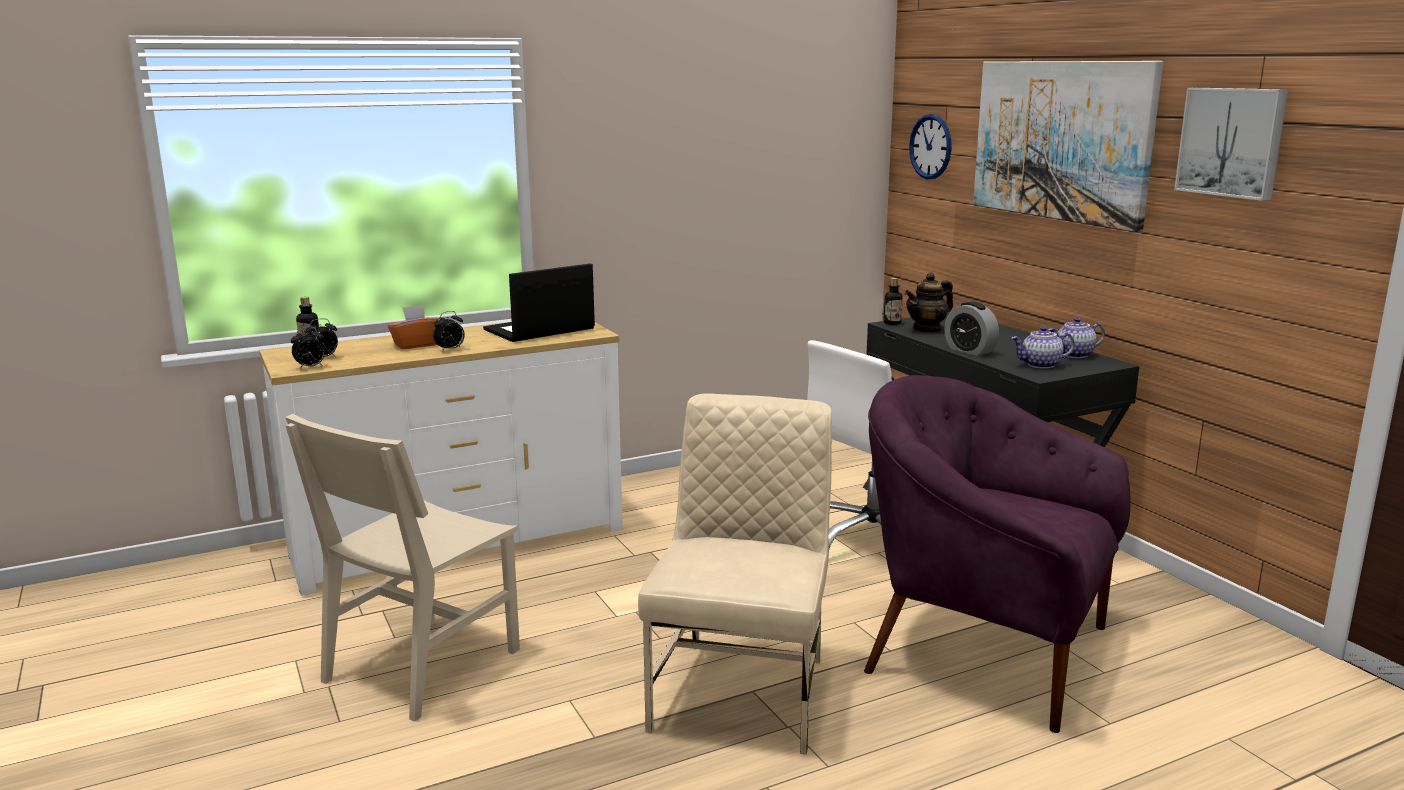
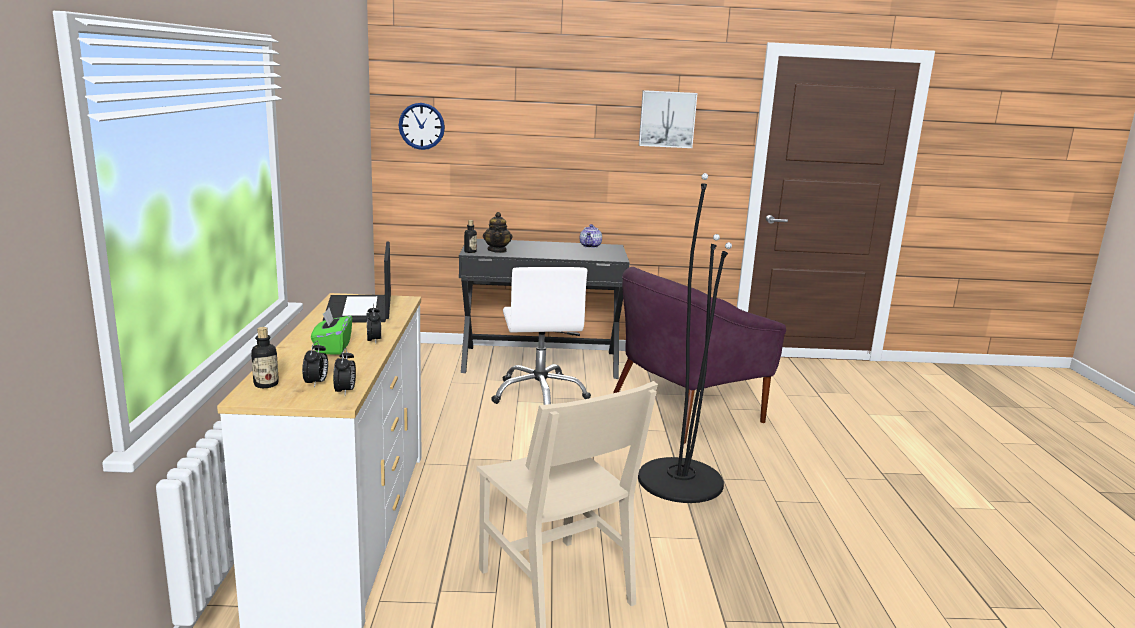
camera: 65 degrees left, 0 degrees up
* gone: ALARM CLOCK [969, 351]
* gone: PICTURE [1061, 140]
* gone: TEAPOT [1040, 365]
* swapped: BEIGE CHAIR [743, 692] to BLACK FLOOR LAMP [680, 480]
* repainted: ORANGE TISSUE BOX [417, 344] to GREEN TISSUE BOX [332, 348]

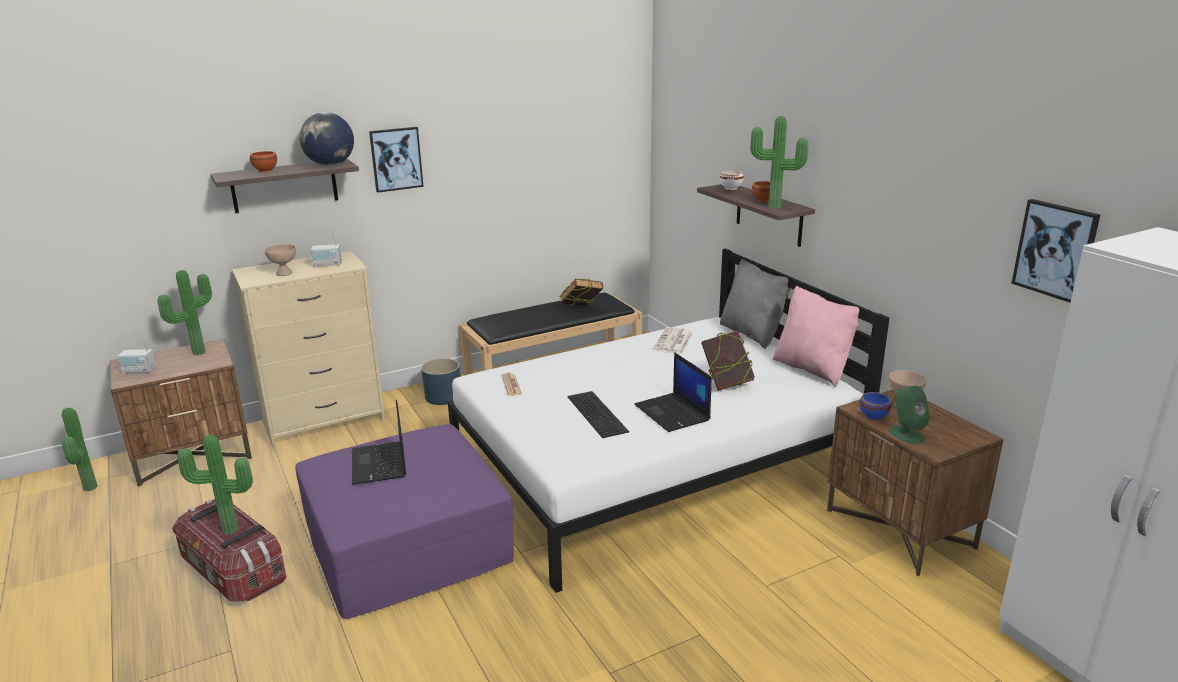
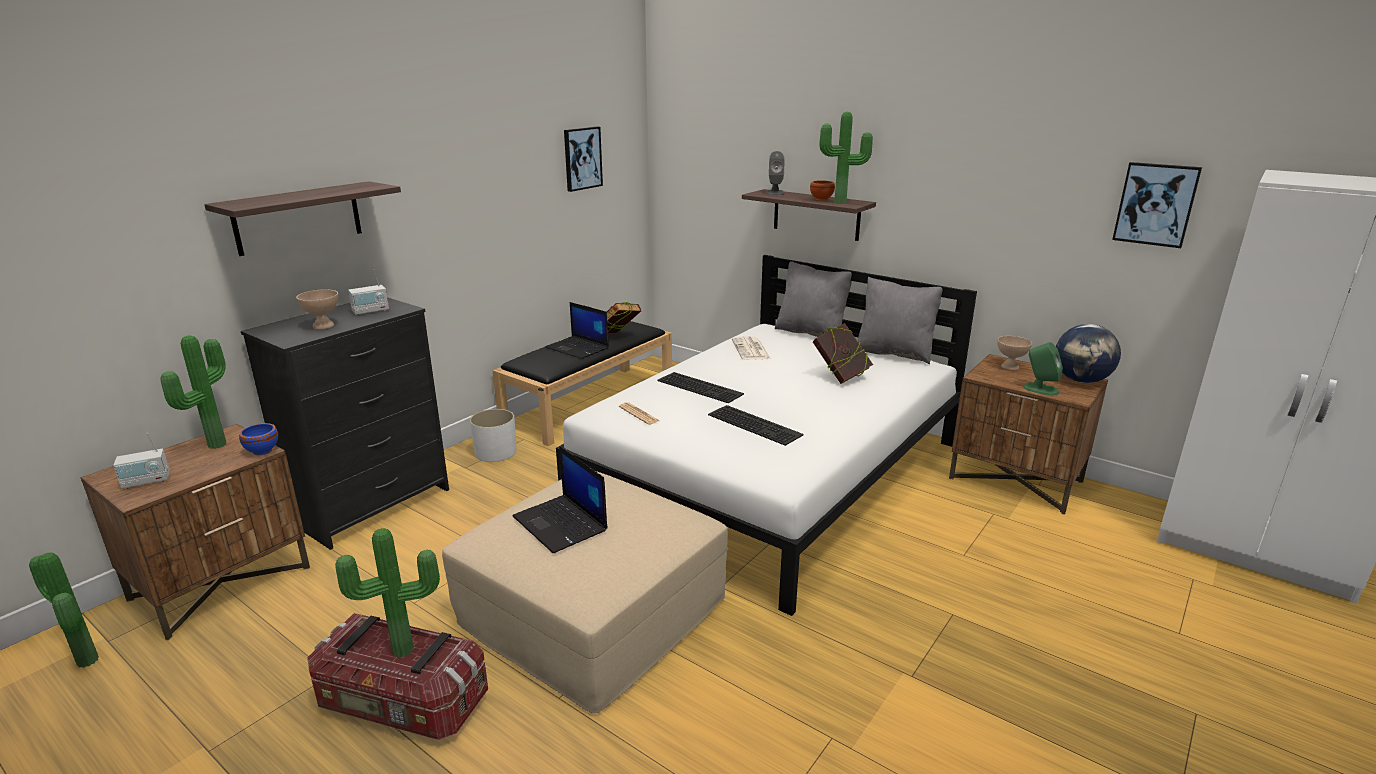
camera: 25 degrees left, 0 degrees up
* gone: BROWN BOWL [266, 171]
* new: KEYBOARD [701, 387]
* shifted: GLOBE [330, 165] to [1081, 380]
* shifted: PICTURE [396, 159] to [582, 158]
* shifted: LAPTOP [673, 413] to [578, 348]
* shifted: BLUE BOWL [874, 416] to [263, 450]
* swapped: WHITE BOWL [731, 188] to GREY SPEAKER [775, 193]
* repainted: BEIGE DRESSER [324, 421] to BLACK DRESSER [372, 506]
* repainted: PURPLE OTTOMAN [408, 543] to BEIGE OTTOMAN [593, 610]
* repainted: BLUE PLANTER [443, 396] to WHITE PLANTER [496, 452]
* repainted: PINK PILLOW [813, 369] to GREY PILLOW [894, 353]

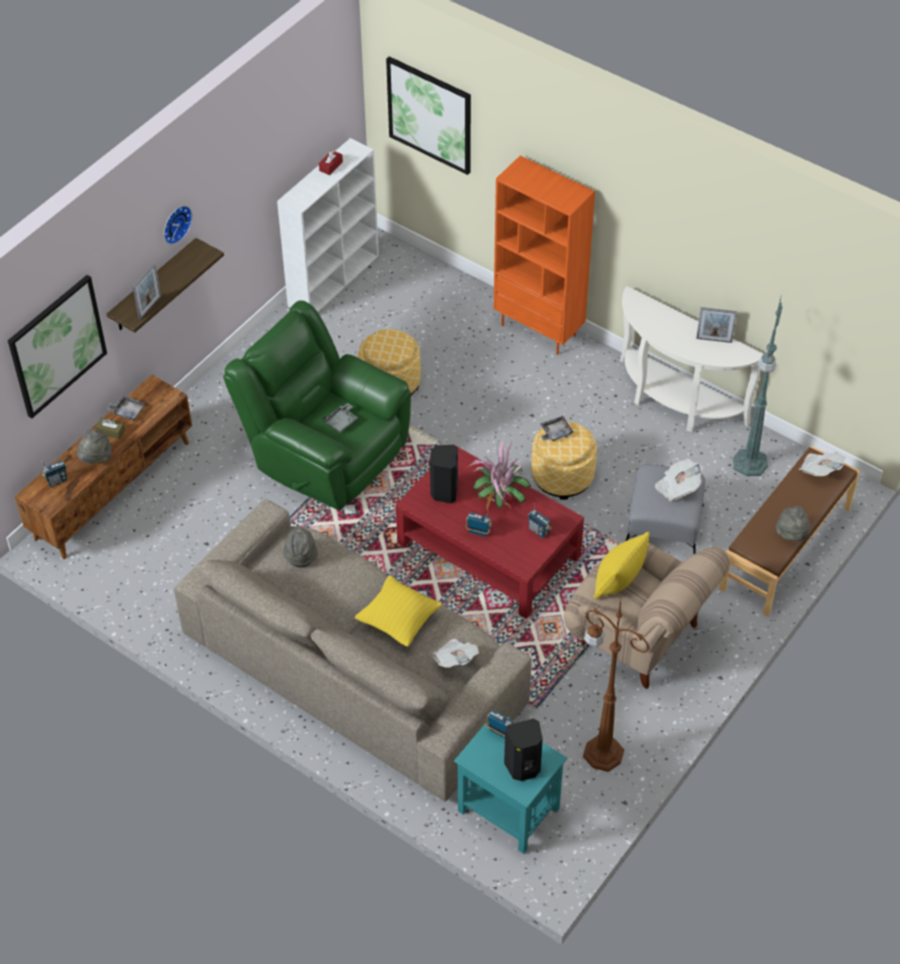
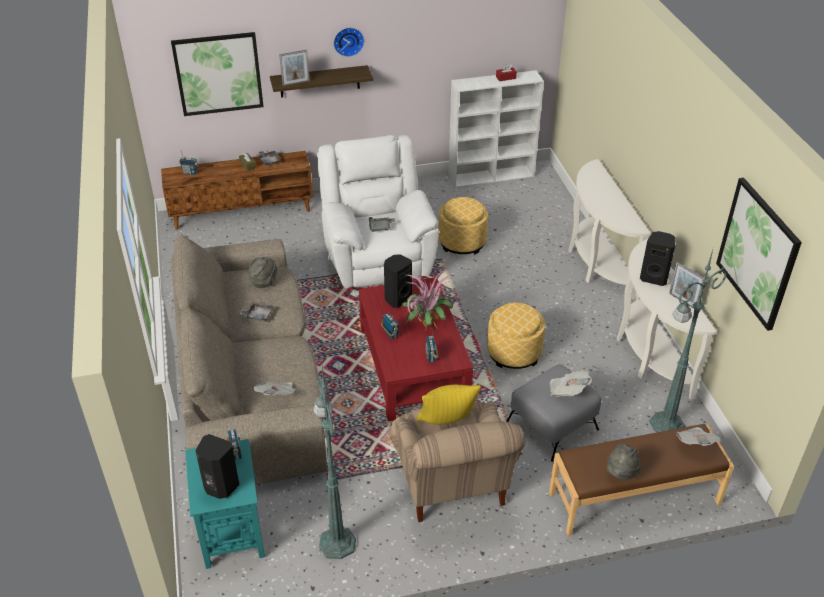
camera: 40 degrees right, 10 degrees down
* gone: GREY HAT [96, 459]
* gone: YELLOW PILLOW [398, 621]
* new: BLACK SPEAKER [654, 277]
* shifted: PICTURE [430, 114] to [758, 253]
* shifted: GREY TRAY [555, 433] to [258, 315]
* swapped: ORANGE BOOKCASE [539, 330] to WHITE CONSOLE TABLE [595, 263]
* repainted: GREEN ARMCHAIR [324, 453] to WHITE ARMCHAIR [377, 257]
* repainted: BROWN FLOOR LAMP [601, 752] to GREEN FLOOR LAMP [337, 541]

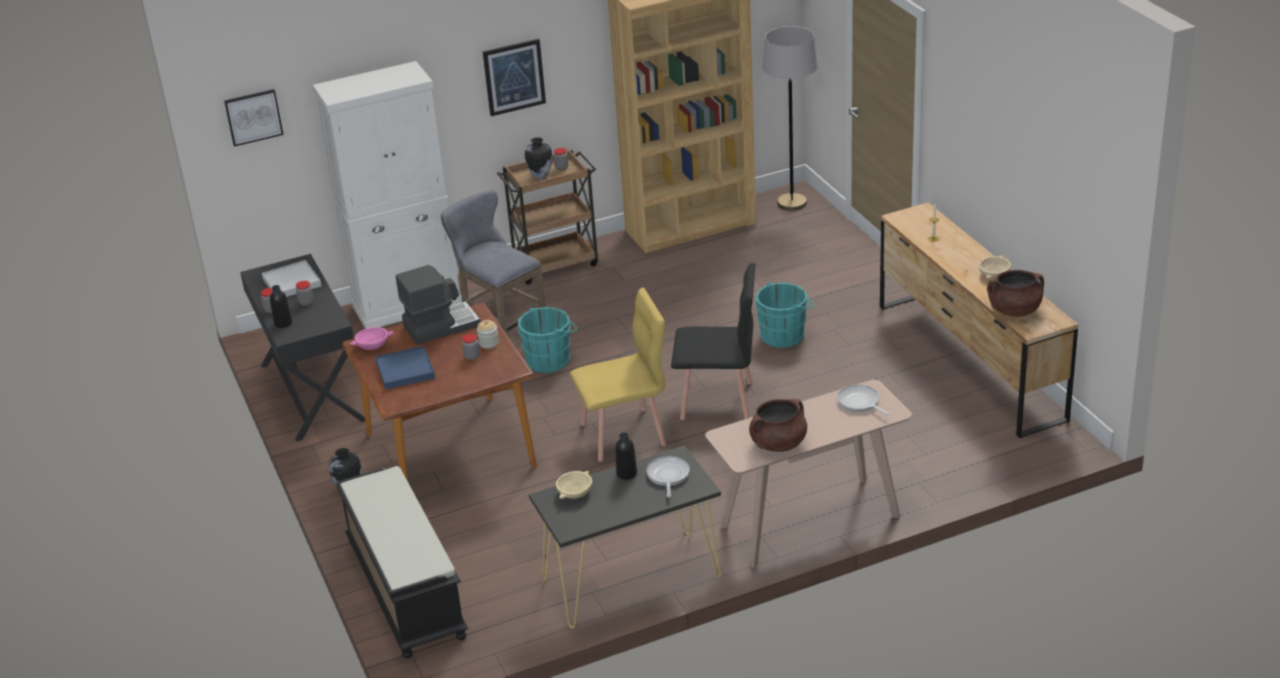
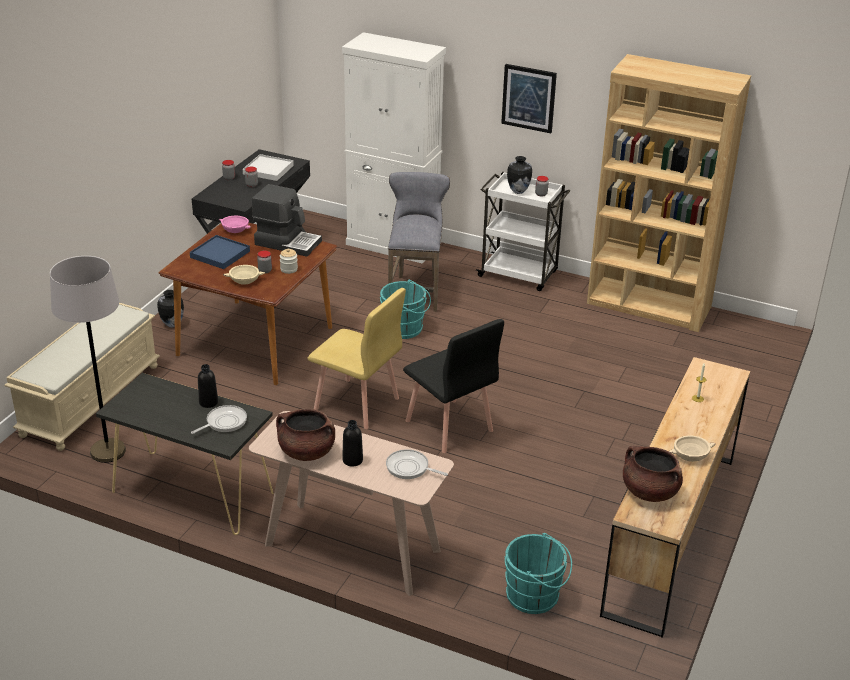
camera: 45 degrees right, 0 degrees up
* gone: PICTURE [253, 117]
* shifted: BLACK BOTTLE [283, 323] to [352, 460]
* shifted: BEIGE BOWL [574, 492] to [244, 280]
* shifted: TURQUOISE BUCKET [785, 335] to [535, 597]
* shifted: GREY FLOOR LAMP [792, 203] to [108, 451]
* repainted: BLACK BENCH [404, 589] to BEIGE BENCH [90, 399]
* repainted: BROWN CART [556, 263] to WHITE CART [519, 274]
* rotated: FRYING PAN [860, 403] = [410, 468] 75 degrees counterclockwise

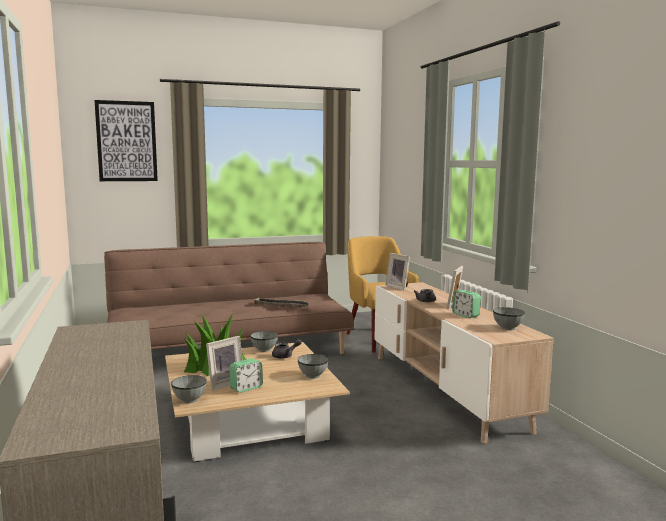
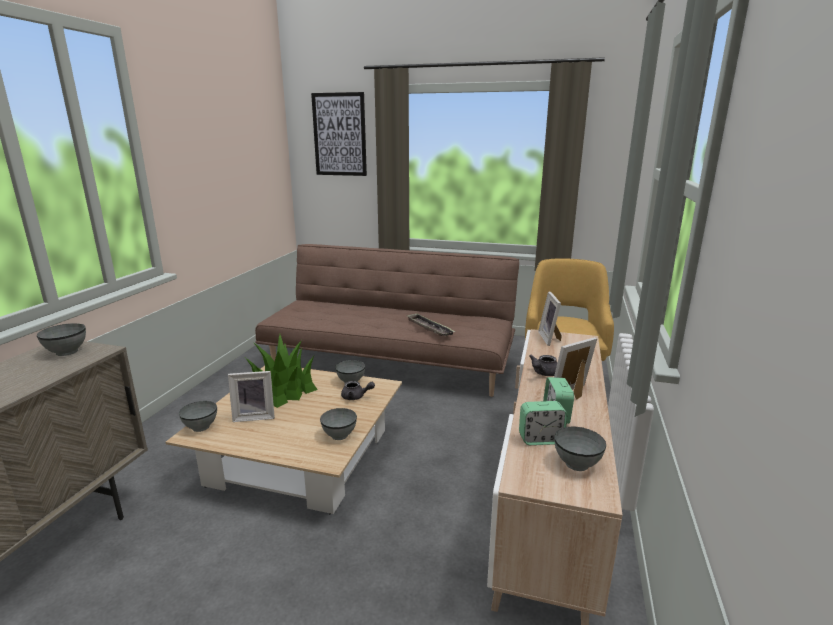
camera: 35 degrees right, 10 degrees up
* new: GREY BOWL [66, 352]
* shifted: ALARM CLOCK [246, 388] to [540, 439]

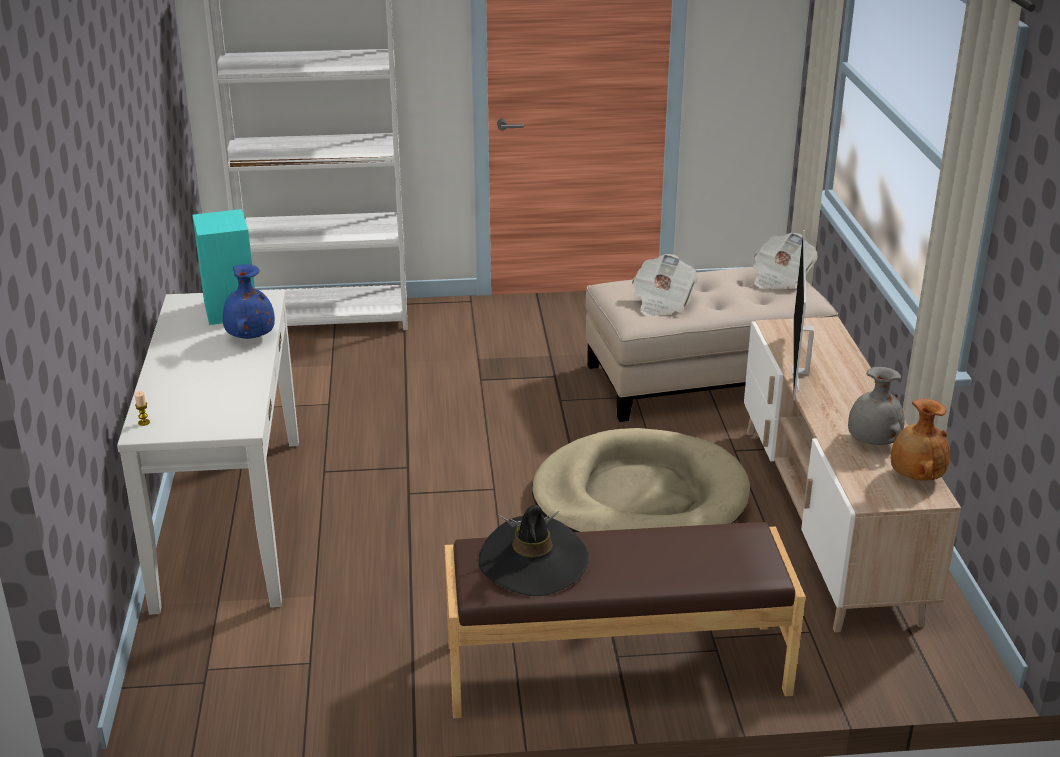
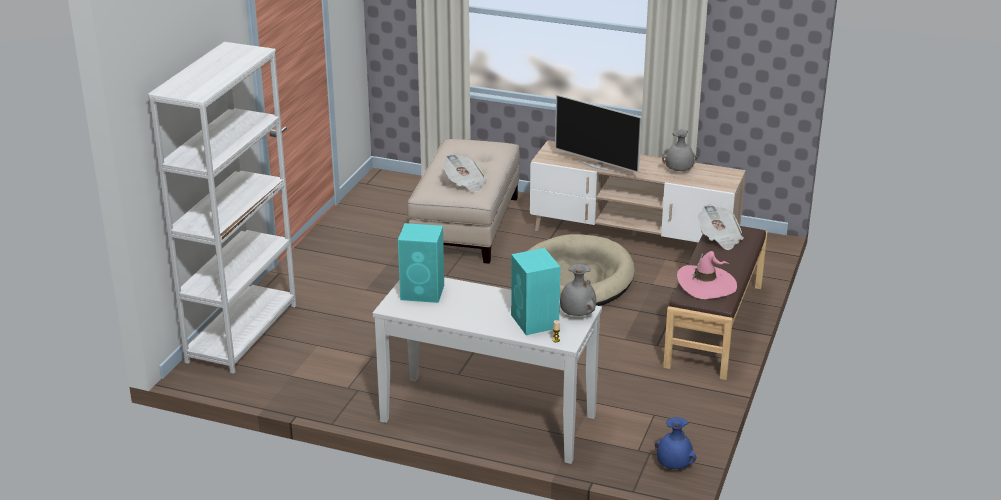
camera: 65 degrees left, 0 degrees up
* gone: BROWN VASE [915, 476]
* new: TURQUOISE SPEAKER [535, 322]
* new: GREY VASE [577, 314]
* shifted: BLUE VASE [249, 337] to [673, 465]
* shifted: NEWSPAPER [780, 278] to [719, 238]
* repainted: BLACK HAT [533, 561] to PINK HAT [706, 284]

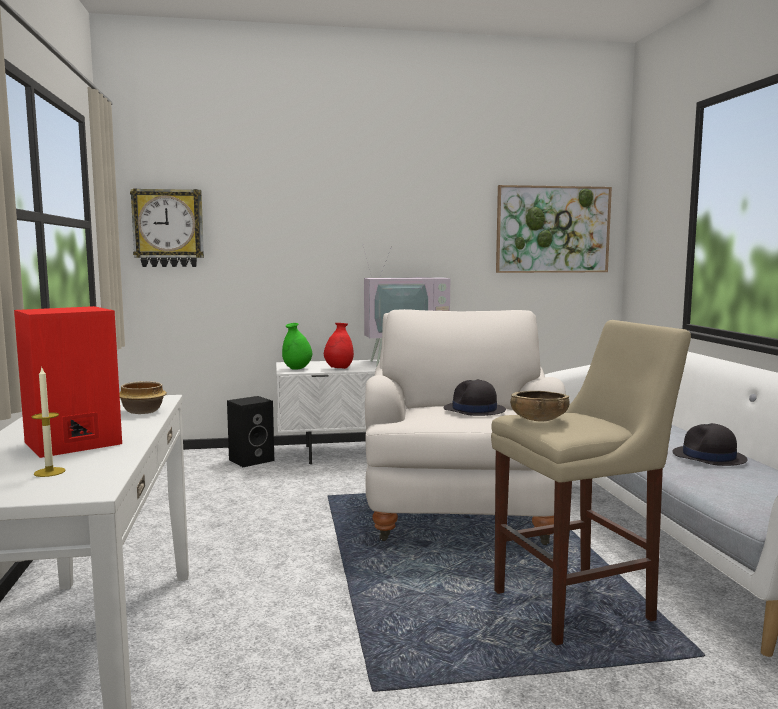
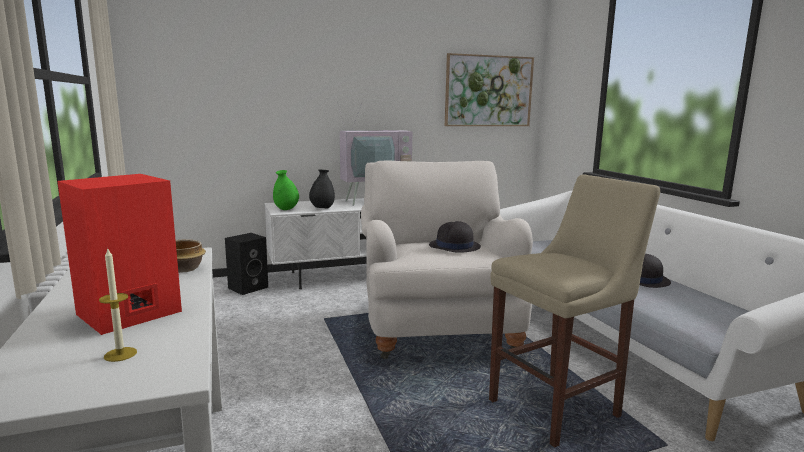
camera: 10 degrees left, 5 degrees up
* gone: WALL CLOCK [168, 228]
* gone: BROWN BOWL [539, 420]
* repainted: RED VASE [339, 368] to BLACK VASE [322, 208]

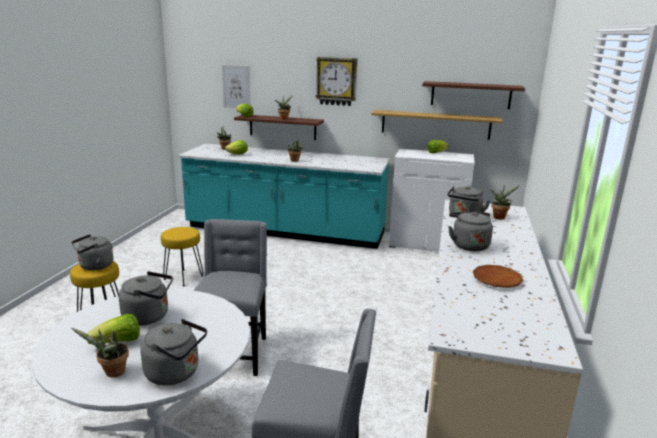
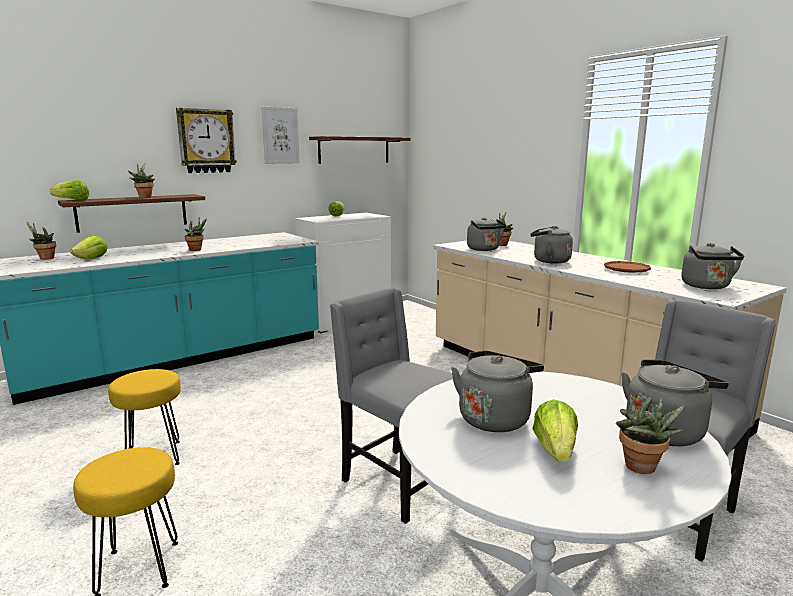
camera: 50 degrees left, 5 degrees down
* gone: SHELF [435, 124]
* shifted: GREY KETTLE [94, 266] to [707, 287]
* shifted: PICTURE [236, 86] to [280, 135]

